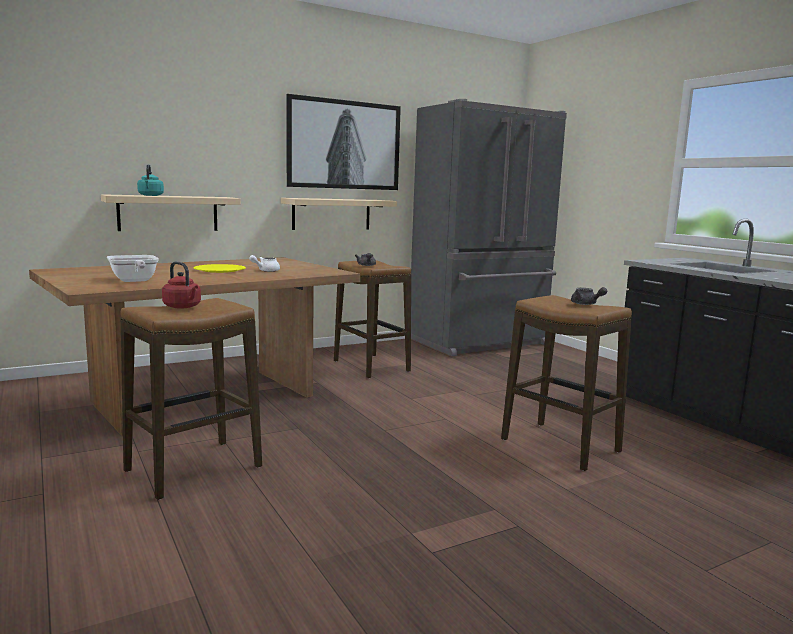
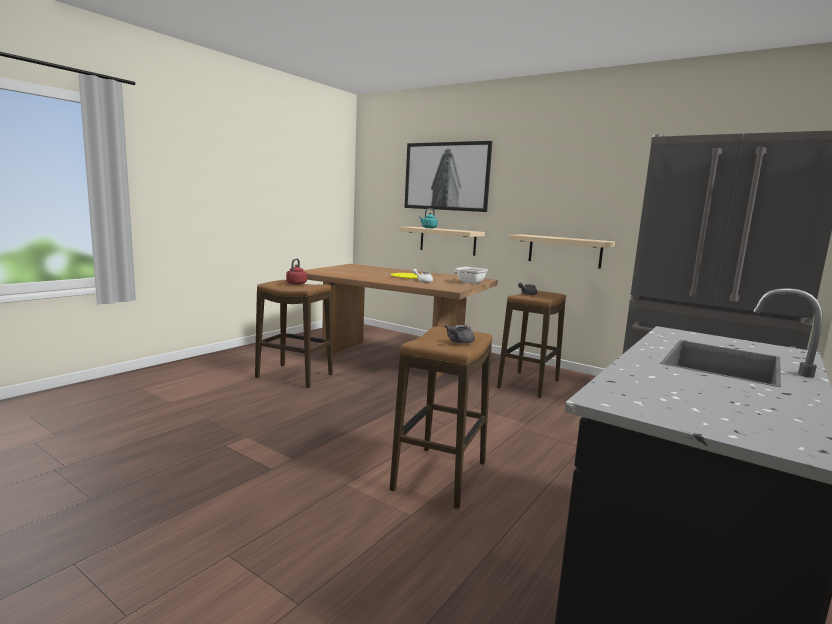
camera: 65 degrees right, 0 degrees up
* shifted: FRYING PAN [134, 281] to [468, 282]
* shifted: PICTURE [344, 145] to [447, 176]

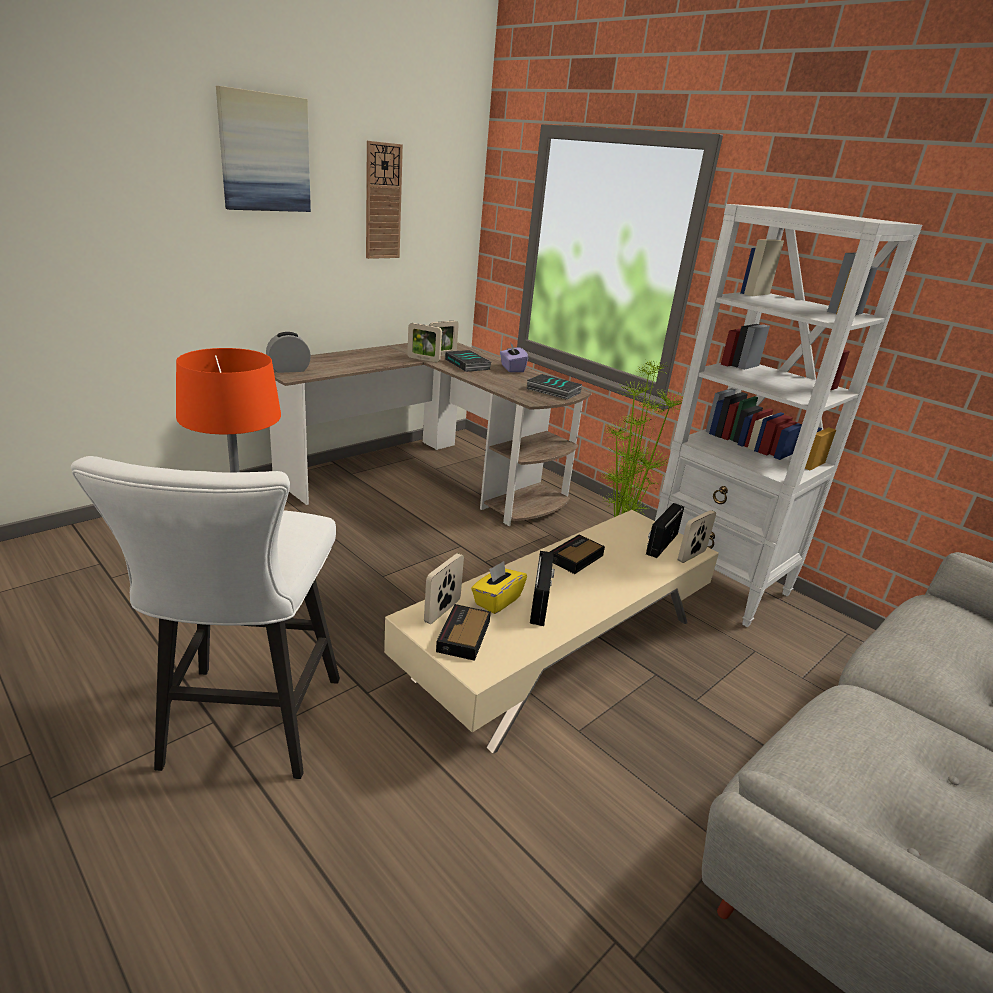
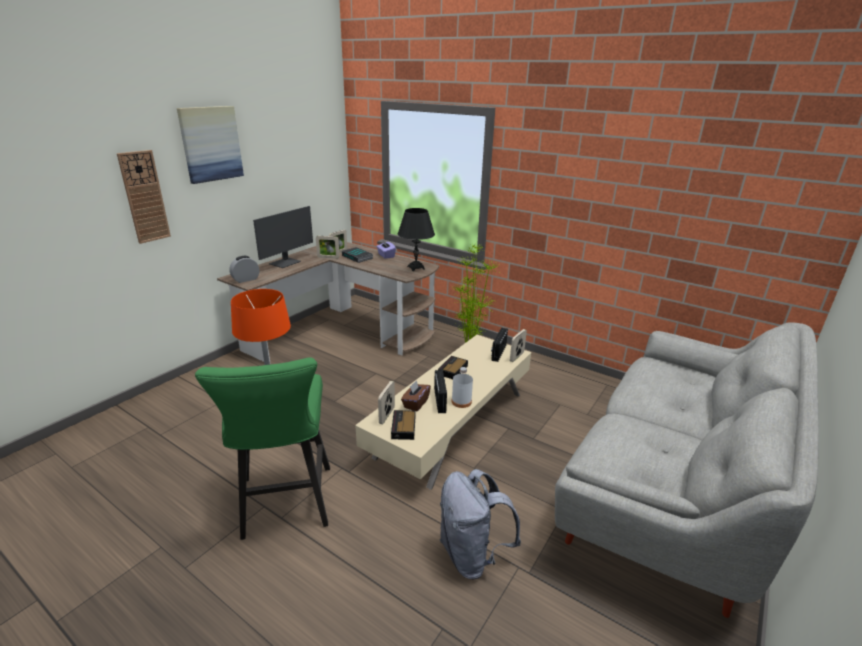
camera: 10 degrees left, 0 degrees up
* gone: WHITE BOOKCASE [718, 584]
* new: MONITOR [286, 263]
* new: GREY BACKPACK [472, 555]
* new: WHITE BOTTLE [461, 401]
* shifted: WALL CLOCK [383, 202] to [144, 197]
* swapped: BOOK [552, 391] to BLACK TABLE LAMP [416, 268]
* repainted: WHITE STOOL [246, 730] to GREEN STOOL [286, 507]
* repainted: YELLOW TISSUE BOX [497, 600] to BROWN TISSUE BOX [415, 403]

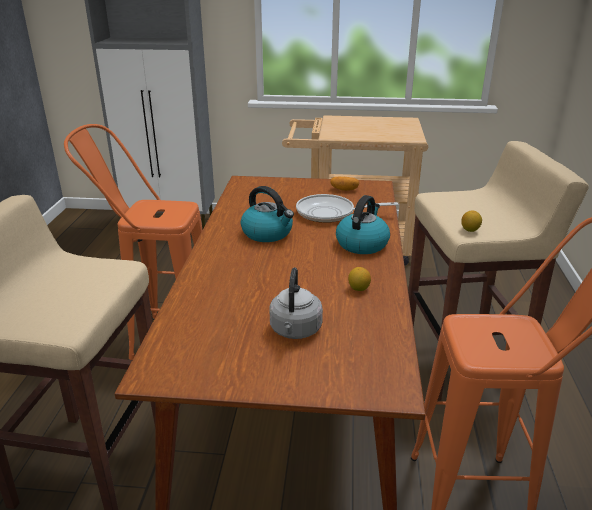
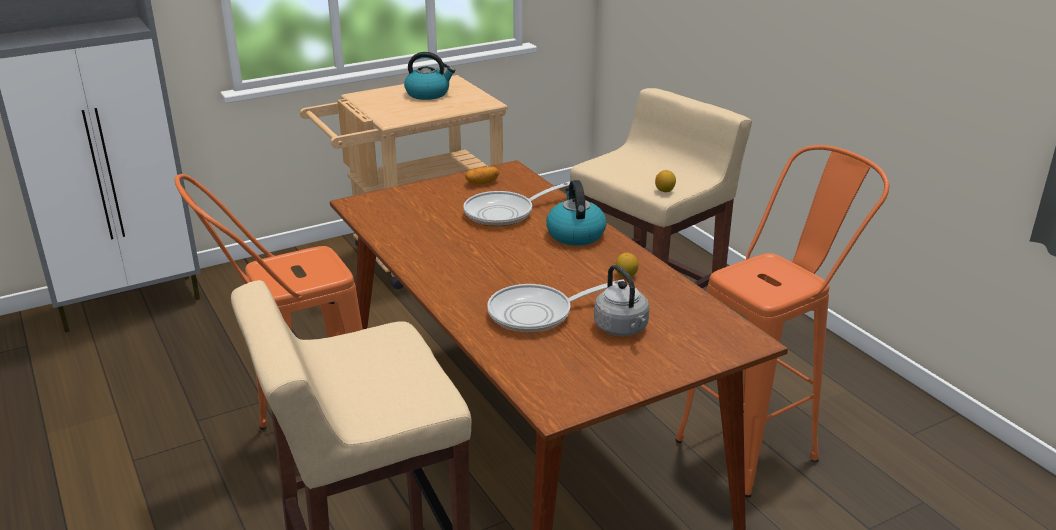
camera: 35 degrees left, 0 degrees up
* new: FRYING PAN [537, 314]
* shifted: KETTLE [268, 233] to [428, 94]

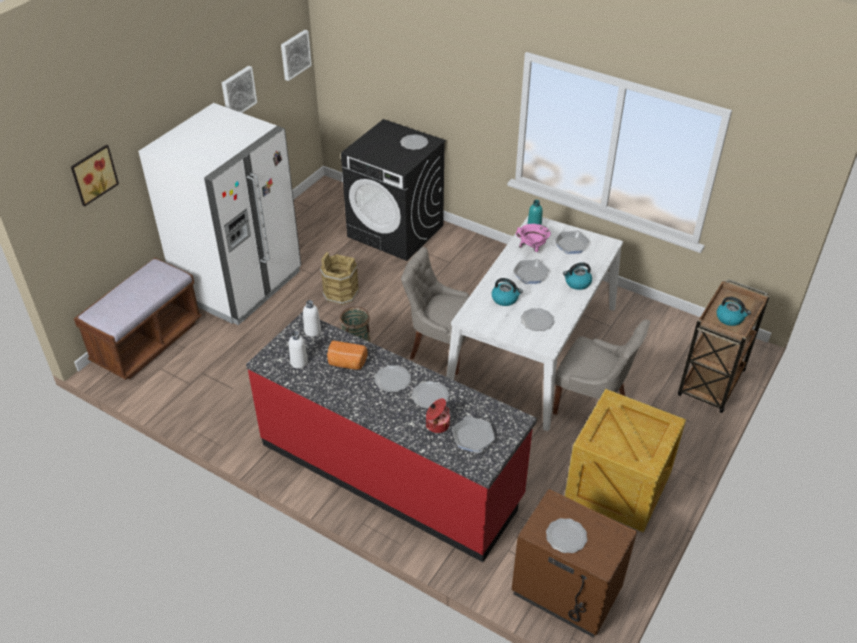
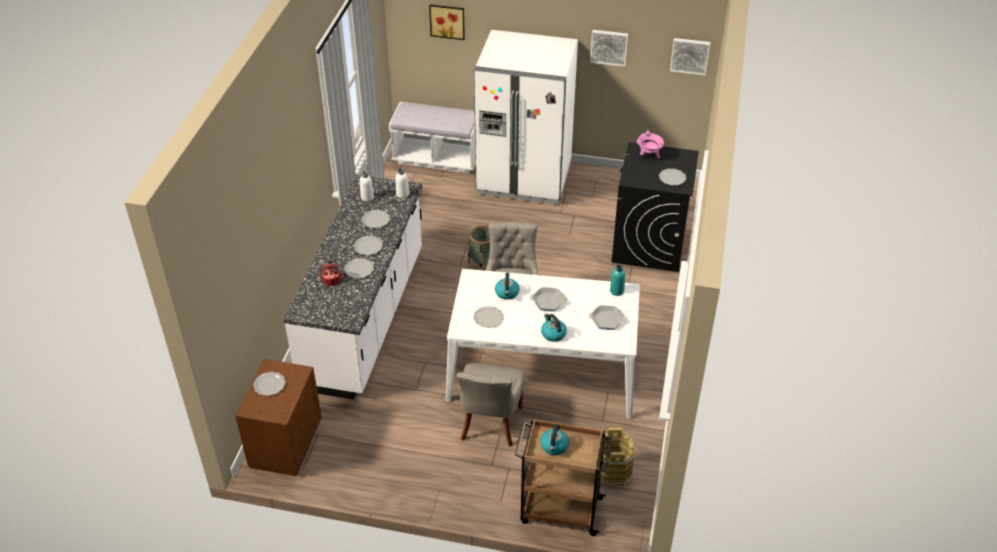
camera: 70 degrees right, 0 degrees up
* gone: FRYING PAN [473, 438]
* gone: CRATE [619, 486]
* shifted: BROWN BUCKET [340, 293] to [612, 471]
* shifted: PINK COOKING POT [532, 248] to [649, 155]
* swapped: BREAD [346, 363] to PLATE [376, 219]
* repainted: BROWN BENCH [147, 342] to WHITE BENCH [437, 158]
* repainted: RED COUNTER [390, 471] to WHITE COUNTER [365, 318]

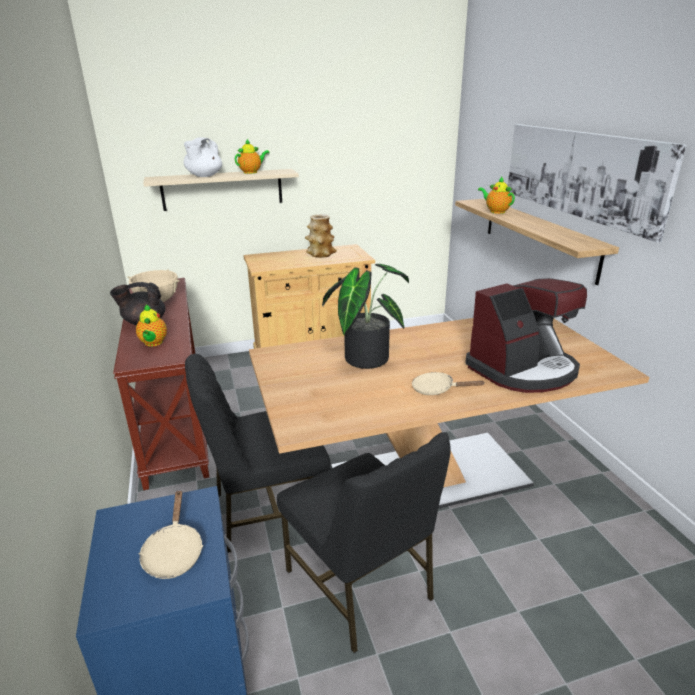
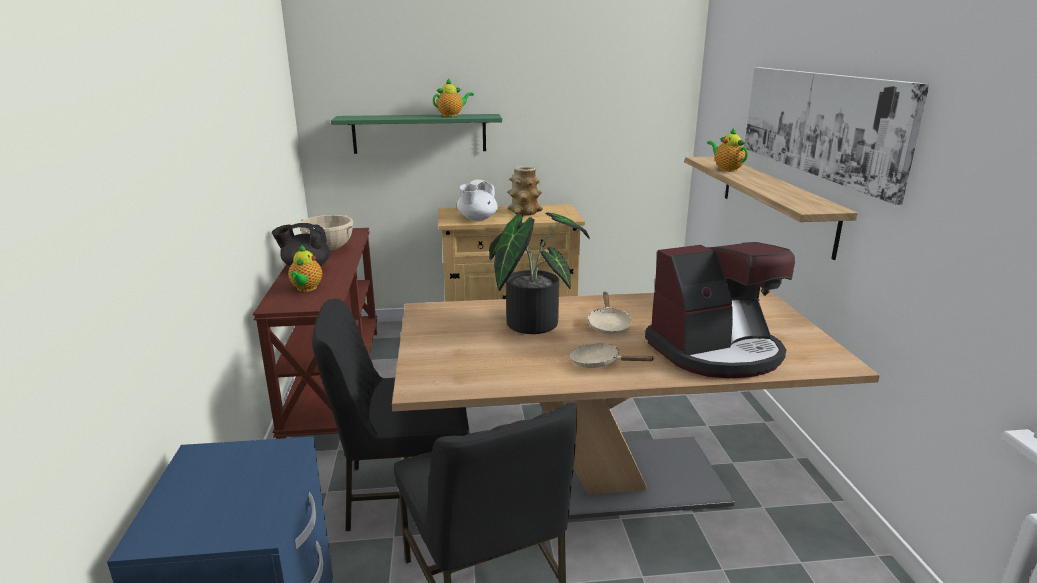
camera: 10 degrees right, 5 degrees down
* shifted: BEIGE FRYING PAN [174, 552] to [608, 325]
* shifted: WHITE TEAPOT [204, 176] to [477, 219]
* repainted: BEIGE SHELF [222, 189] to GREEN SHELF [419, 133]

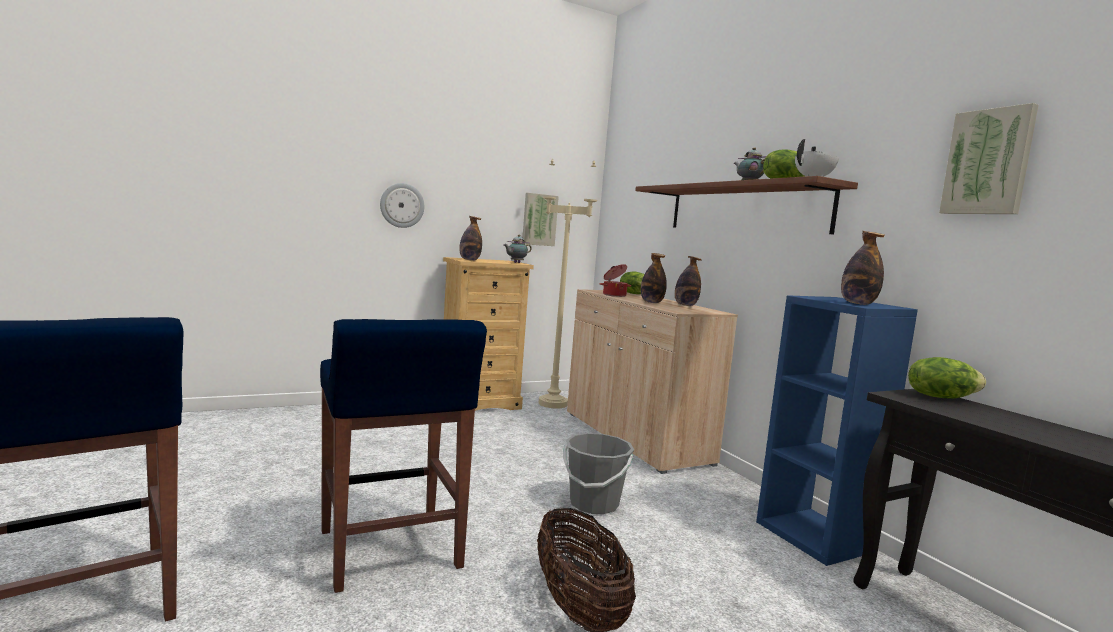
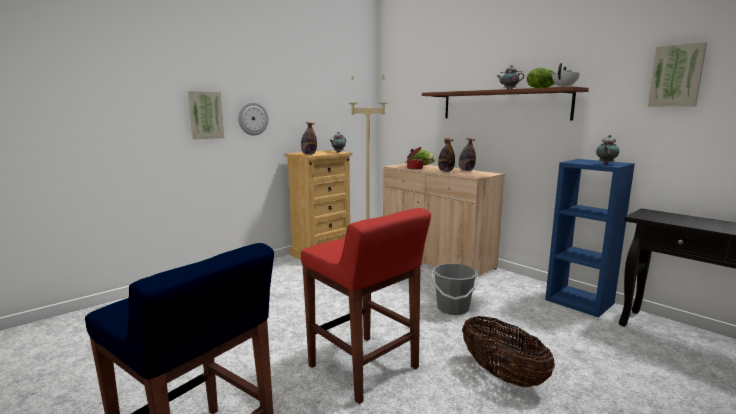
camera: 15 degrees left, 5 degrees up
* gone: LETTUCE [941, 397]
* shifted: PICTURE [539, 219] to [205, 115]
* swapped: BOTTLE [858, 303] to TEAPOT [605, 164]
* repainted: BLUE STOOL [389, 551] to RED STOOL [364, 368]

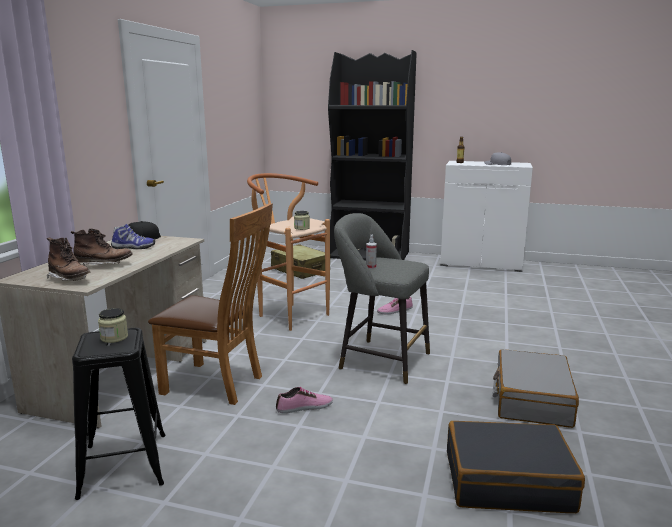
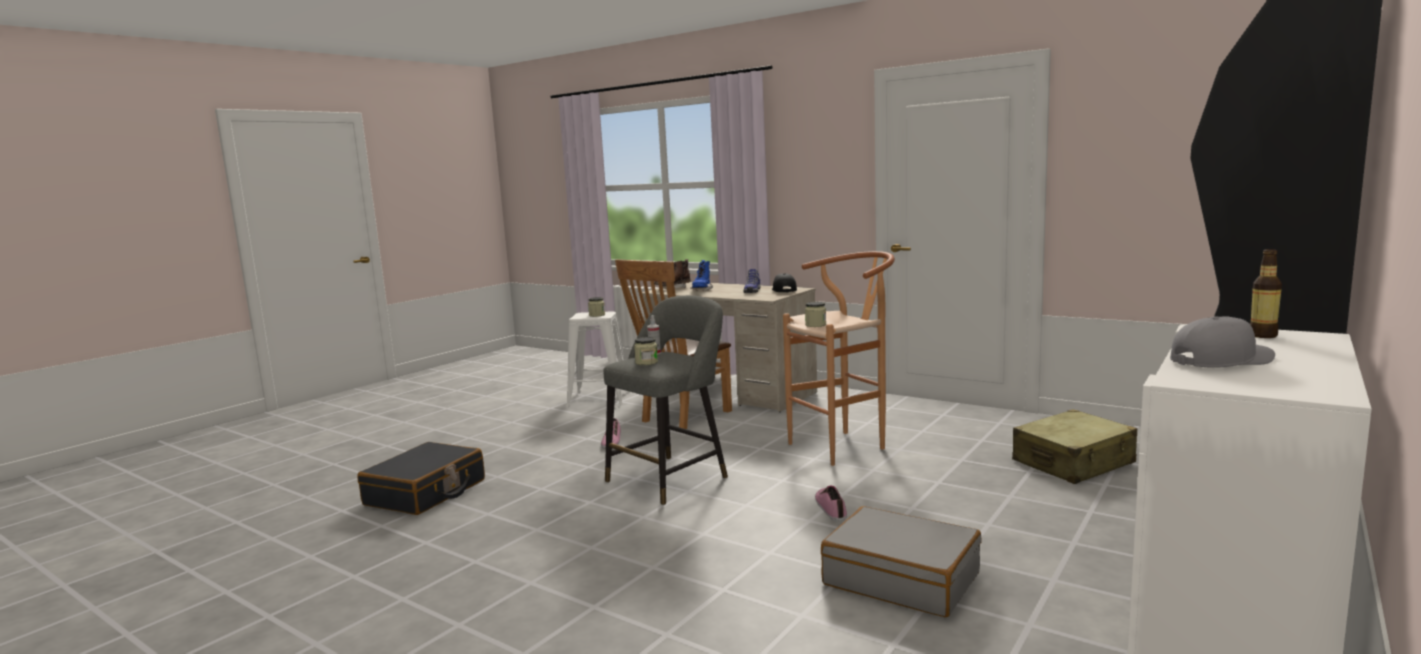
camera: 110 degrees right, 5 degrees down
* new: JAR [646, 362]
* shifted: GREY SUITCASE [531, 400] to [901, 578]
* repainted: BROWN BOOT [104, 265] to BLUE BOOT [702, 290]
* repainted: BLACK STOOL [124, 464] to WHITE STOOL [599, 399]

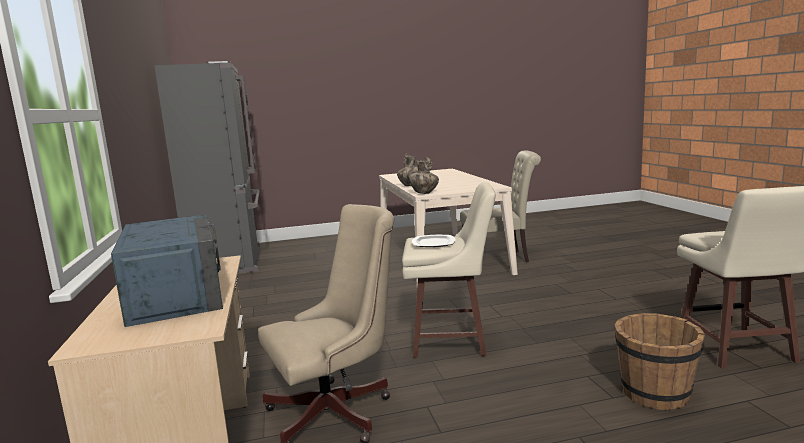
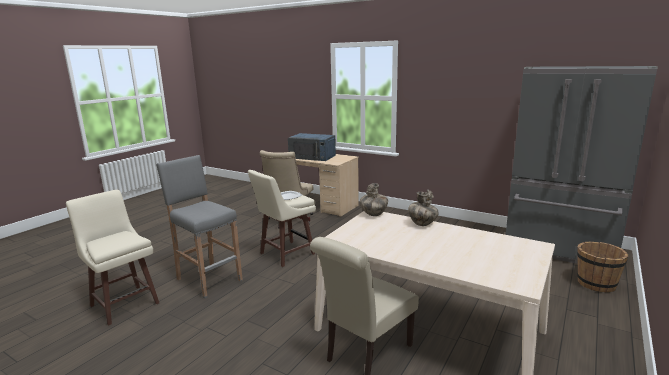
camera: 135 degrees right, 5 degrees up
* new: GREY STOOL [208, 279]
* shifted: BROWN BUCKET [654, 393] to [596, 284]

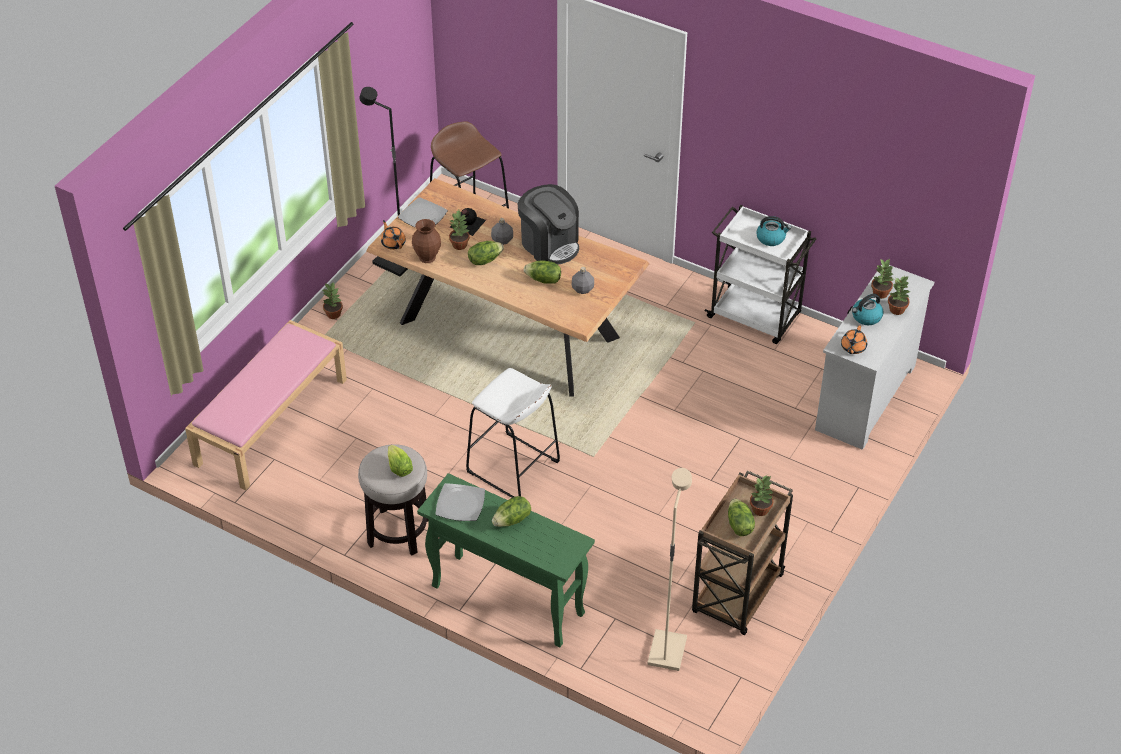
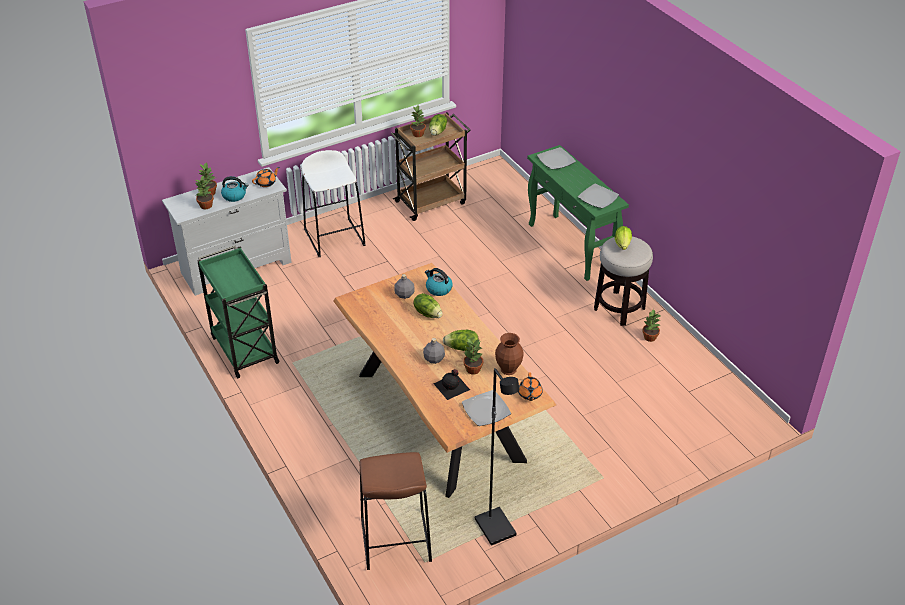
camera: 150 degrees left, 5 degrees down
* gone: PINK BENCH [271, 420]
* gone: LETTUCE [512, 520]
* gone: COFFEE MACHINE [549, 244]
* gone: BEIGE FLOOR LAMP [666, 651]
* new: PLATE [556, 160]
* shifted: POTTED PLANT [333, 314] to [649, 337]
* shifted: WHITE STOOL [513, 467] to [334, 237]
* shifted: KETTLE [771, 238] to [438, 289]
* repainted: WHITE CART [755, 316] to GREEN CART [244, 349]

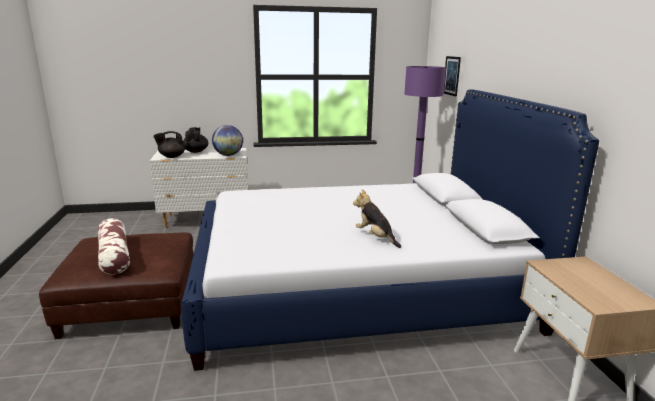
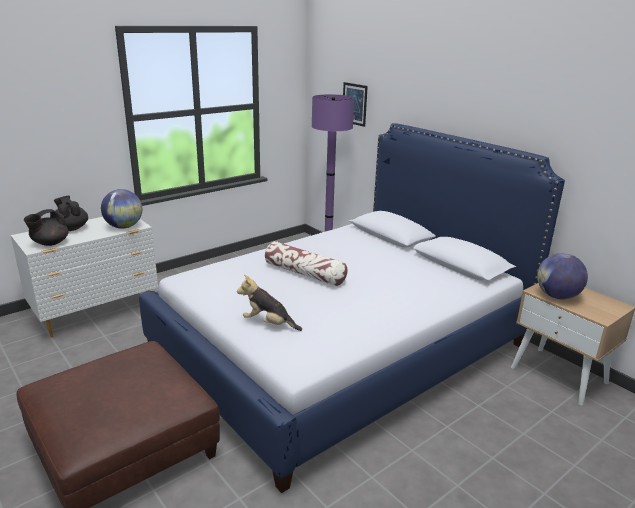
camera: 30 degrees left, 5 degrees up
* new: GLOBE [557, 296]
* shifted: PILLOW [114, 255] to [305, 273]
* shifted: PLUSH TOY [375, 237] to [268, 324]

